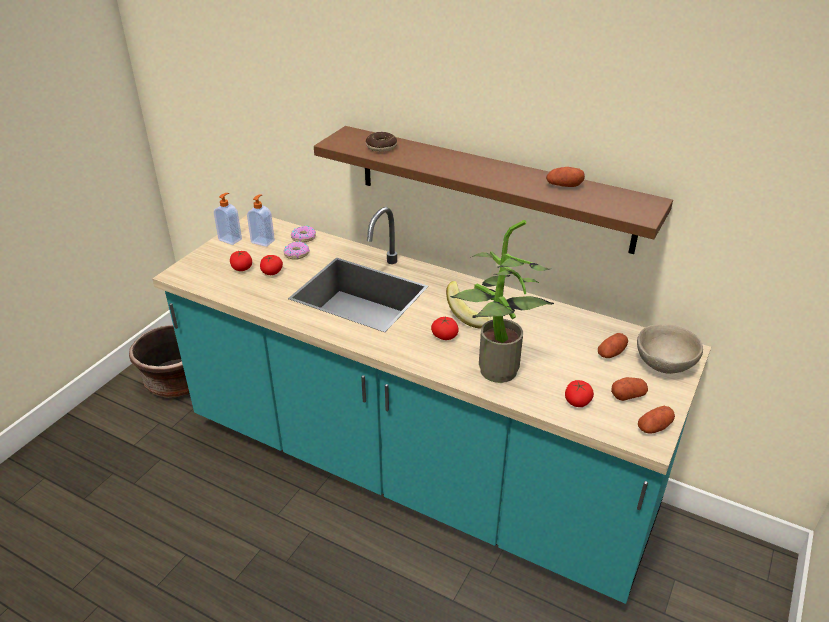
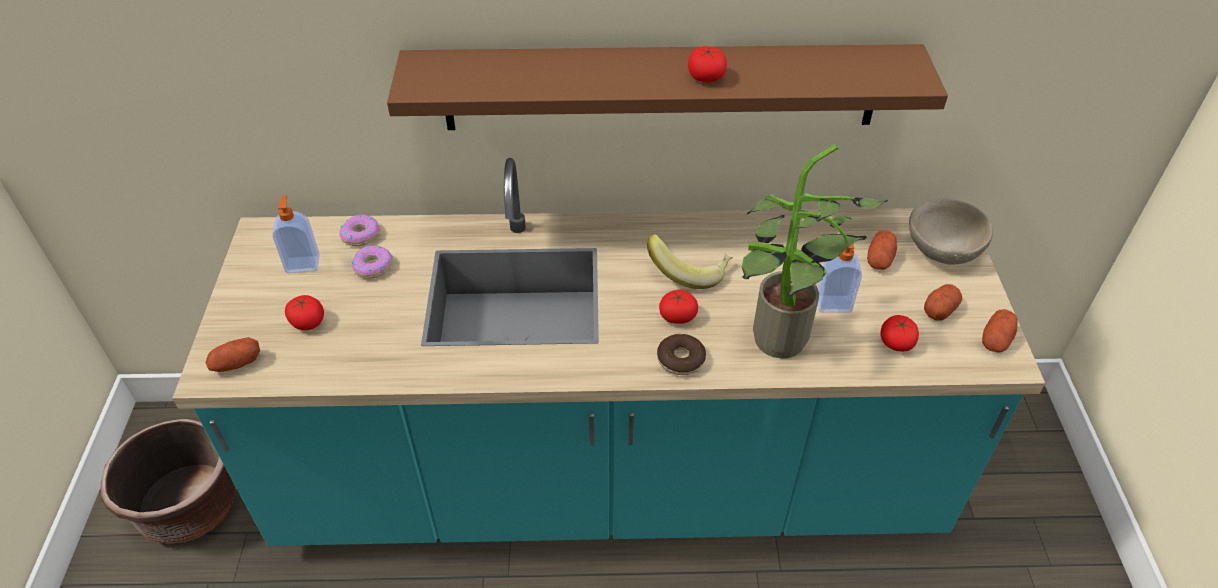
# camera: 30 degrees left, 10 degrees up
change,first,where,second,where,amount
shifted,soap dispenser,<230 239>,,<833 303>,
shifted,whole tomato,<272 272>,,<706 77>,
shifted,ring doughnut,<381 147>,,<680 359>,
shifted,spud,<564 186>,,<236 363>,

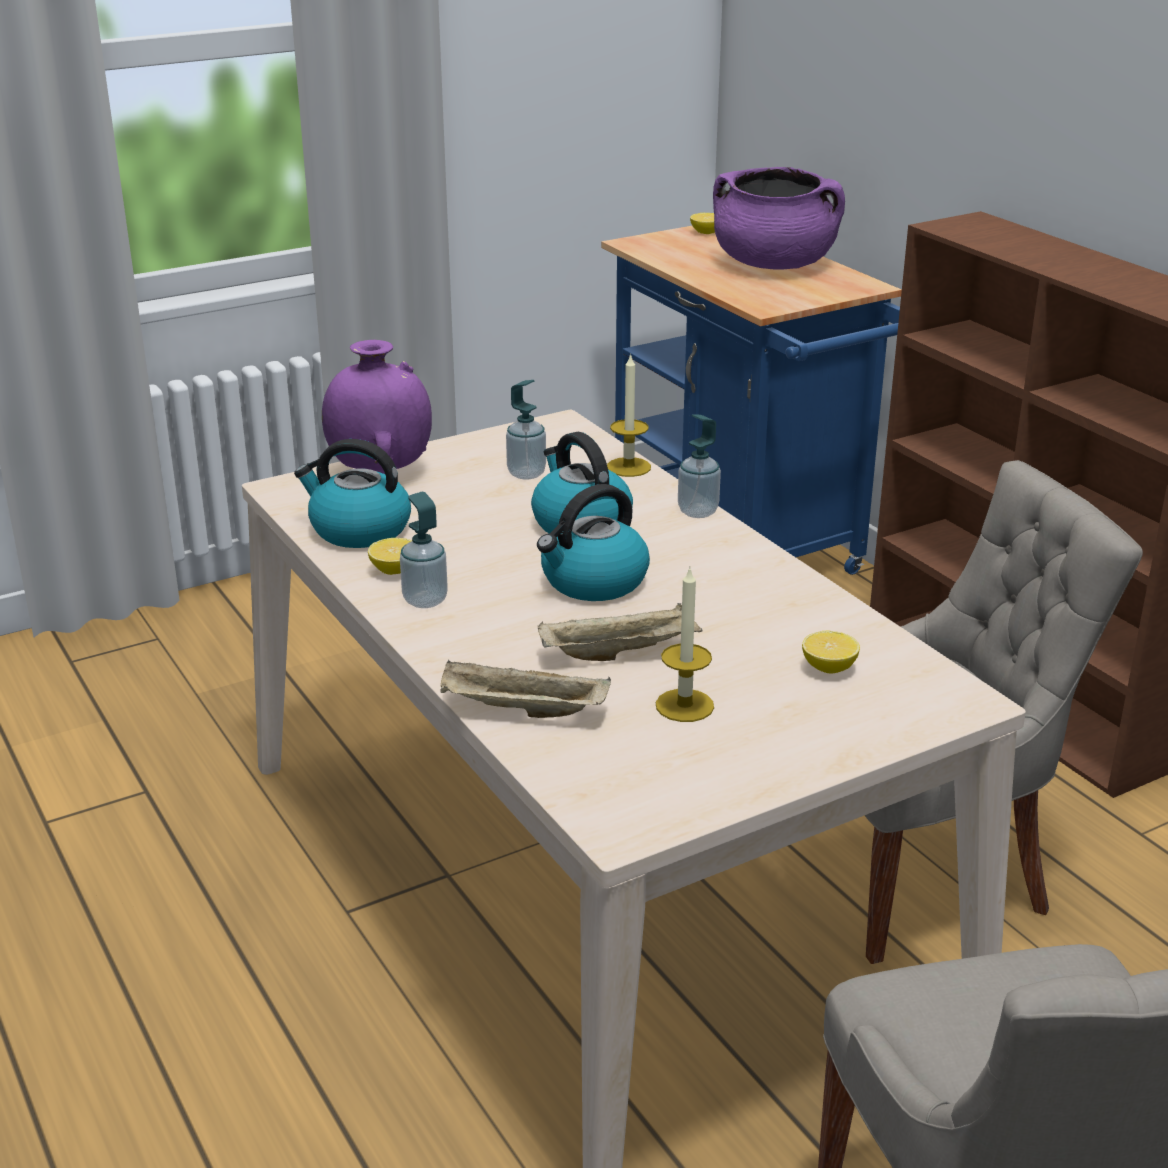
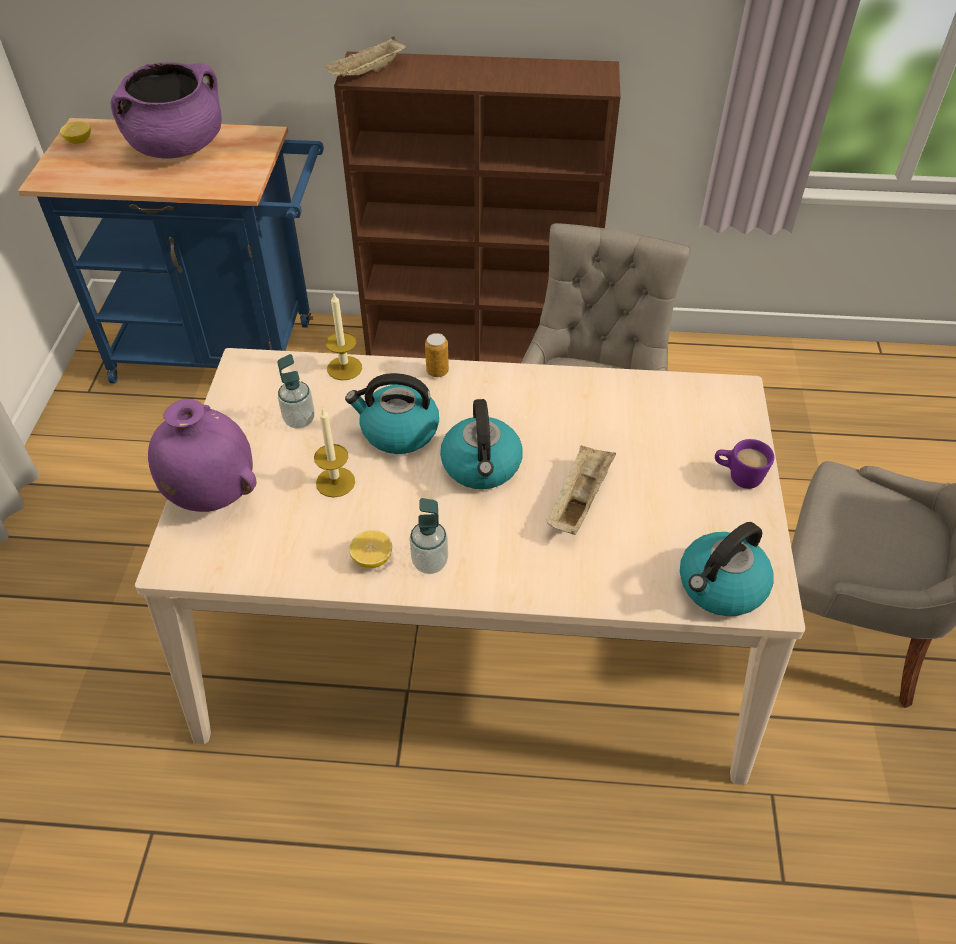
# camera: 55 degrees left, 20 degrees up
change,first,where,second,where,amount
gone,citrus fruit,<828 668>,,,
new,,,tea mug (purplish),<737 477>,
shifted,kettle,<358 530>,,<720 587>,
shifted,serving tray (sand-coloured),<521 711>,,<367 74>,
shifted,candle,<684 705>,,<335 482>,
swapped,soap dispenser,<698 511>,can,<437 371>,

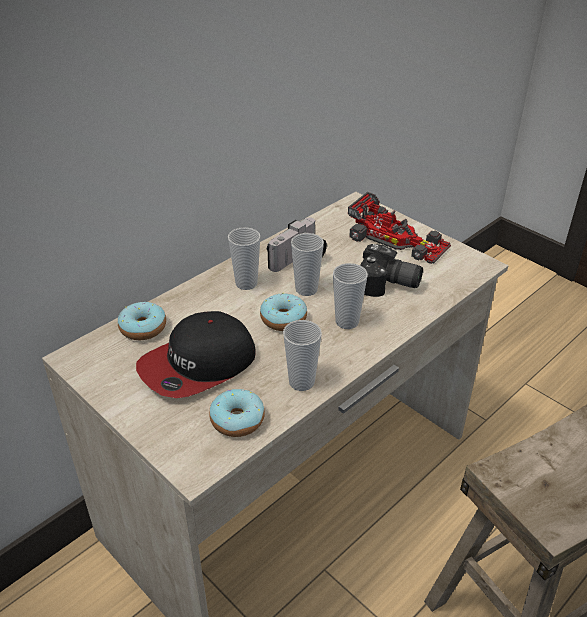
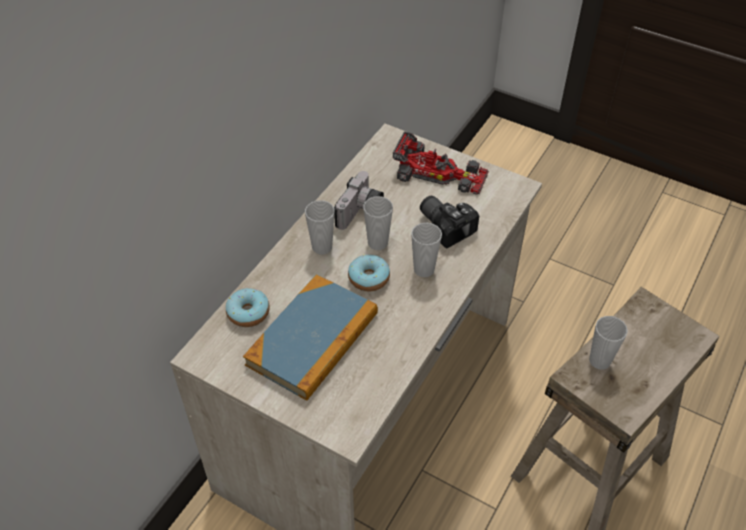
# camera: 15 degrees left, 10 degrees up
change,first,where,second,where,amount
gone,ring doughnut,<237 420>,,,
shifted,cup,<301 382>,,<599 361>,
swapped,cap,<198 365>,bound book,<313 339>,
rotated,still camera,<388 285>,,<447 225>,135 degrees counterclockwise

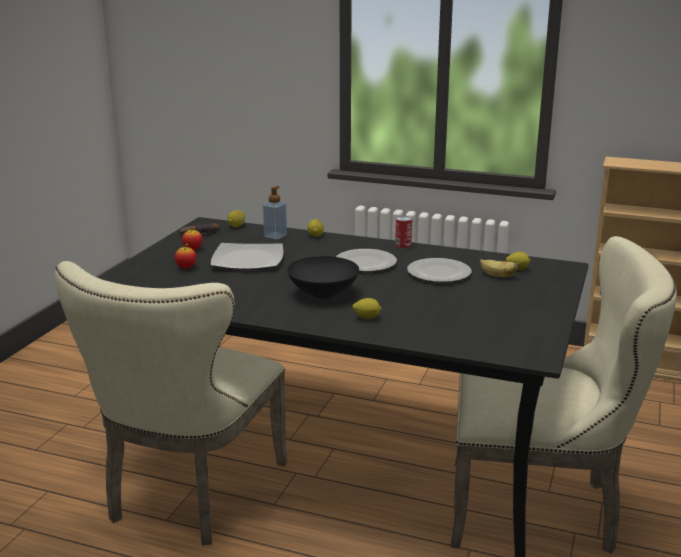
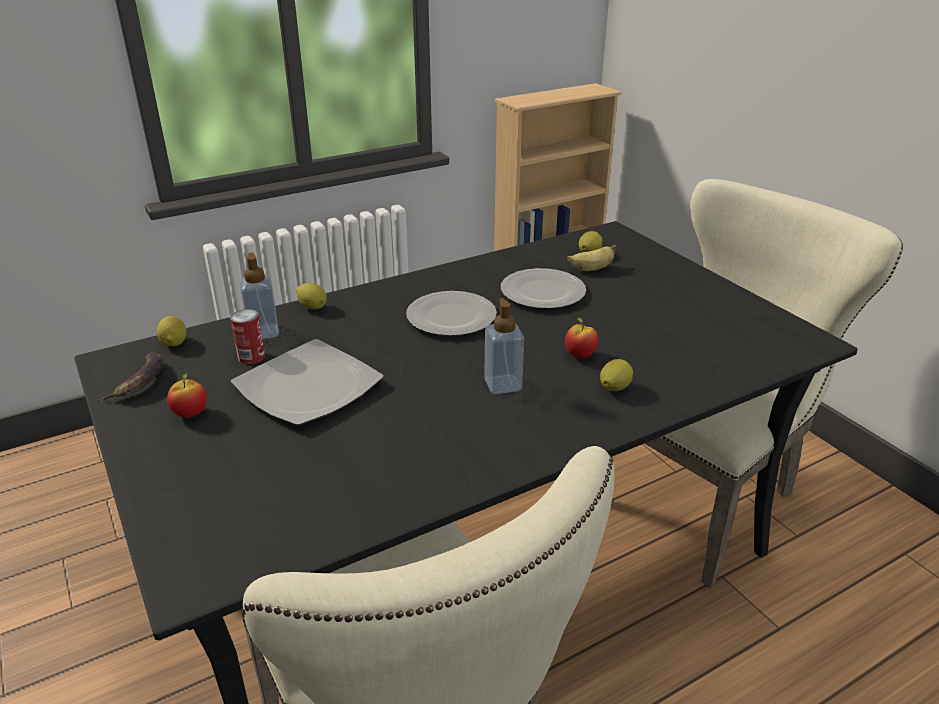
# camera: 50 degrees left, 10 degrees up
change,first,where,second,where,amount
shifted,whole apple,<186 267>,,<580 355>,
shifted,can,<403 245>,,<251 356>,
swapped,serving bowl (black-coloured),<322 294>,soap dispenser,<503 384>,

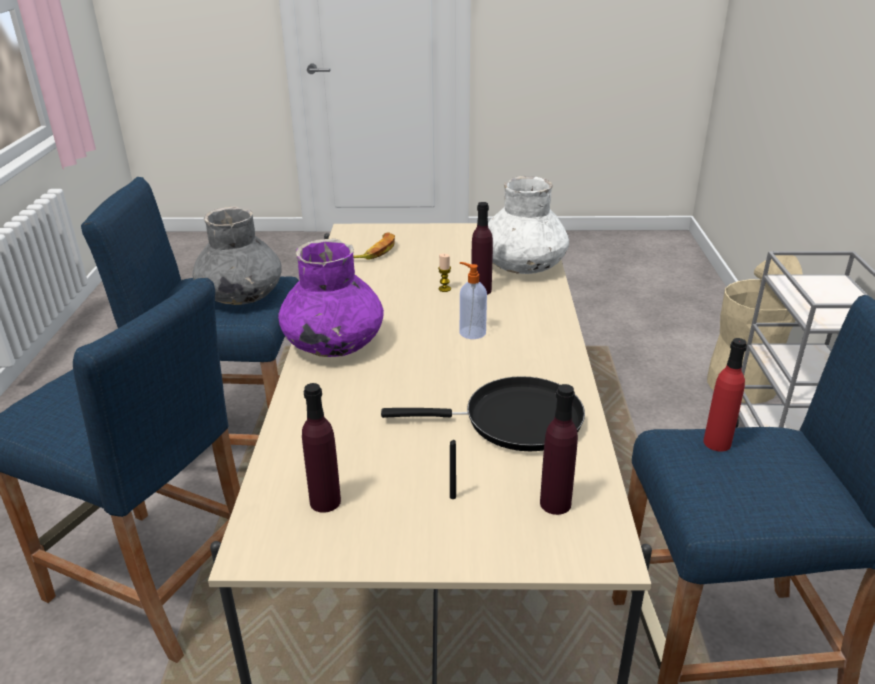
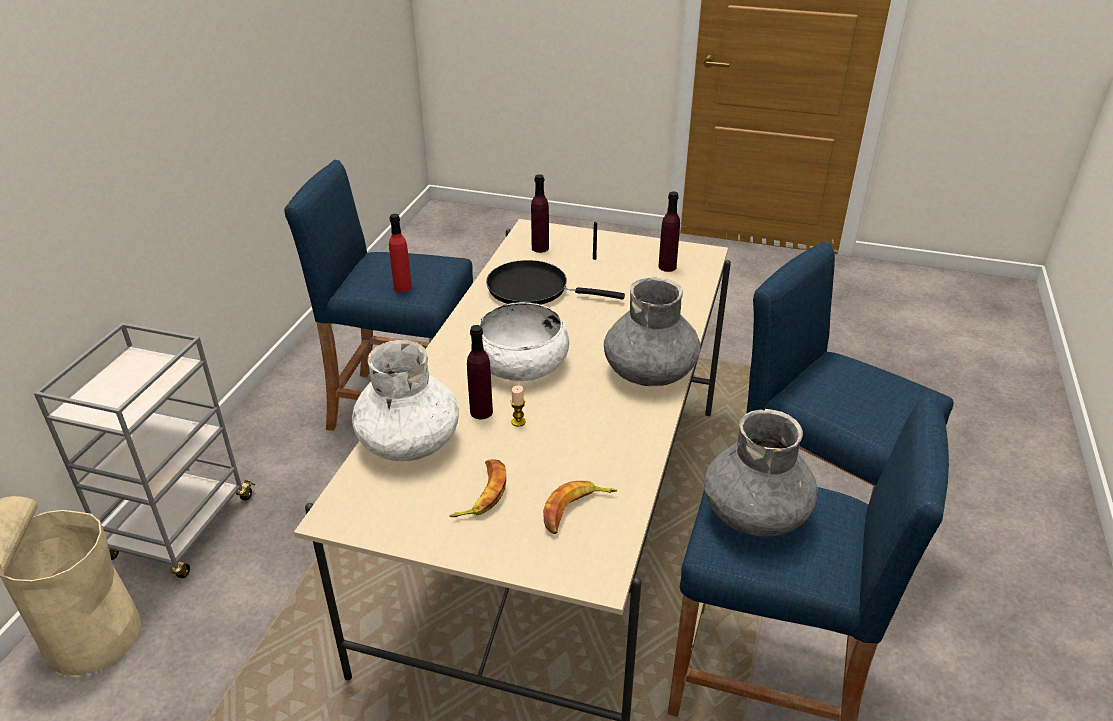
# camera: 165 degrees left, 5 degrees up
change,first,where,second,where,amount
new,,,whole banana,<482 493>,
swapped,soap dispenser,<471 332>,serving bowl (whitish),<521 362>,
repainted,decorative vase (purplish),<333 343>,decorative vase (gray),<650 372>,

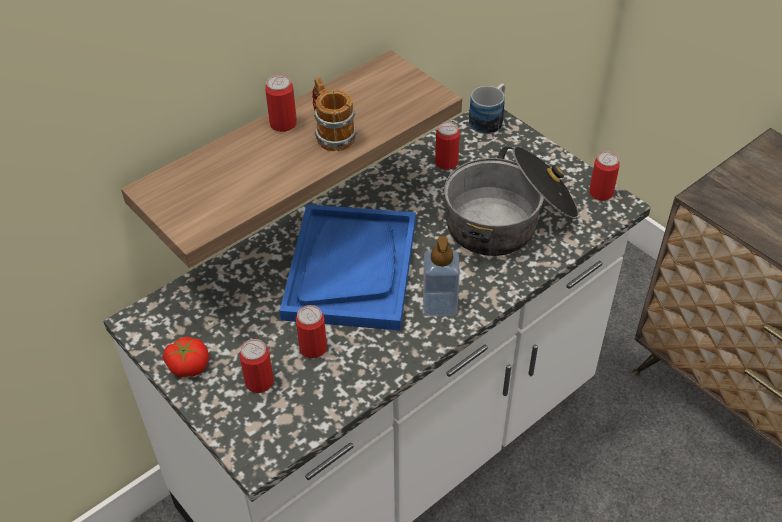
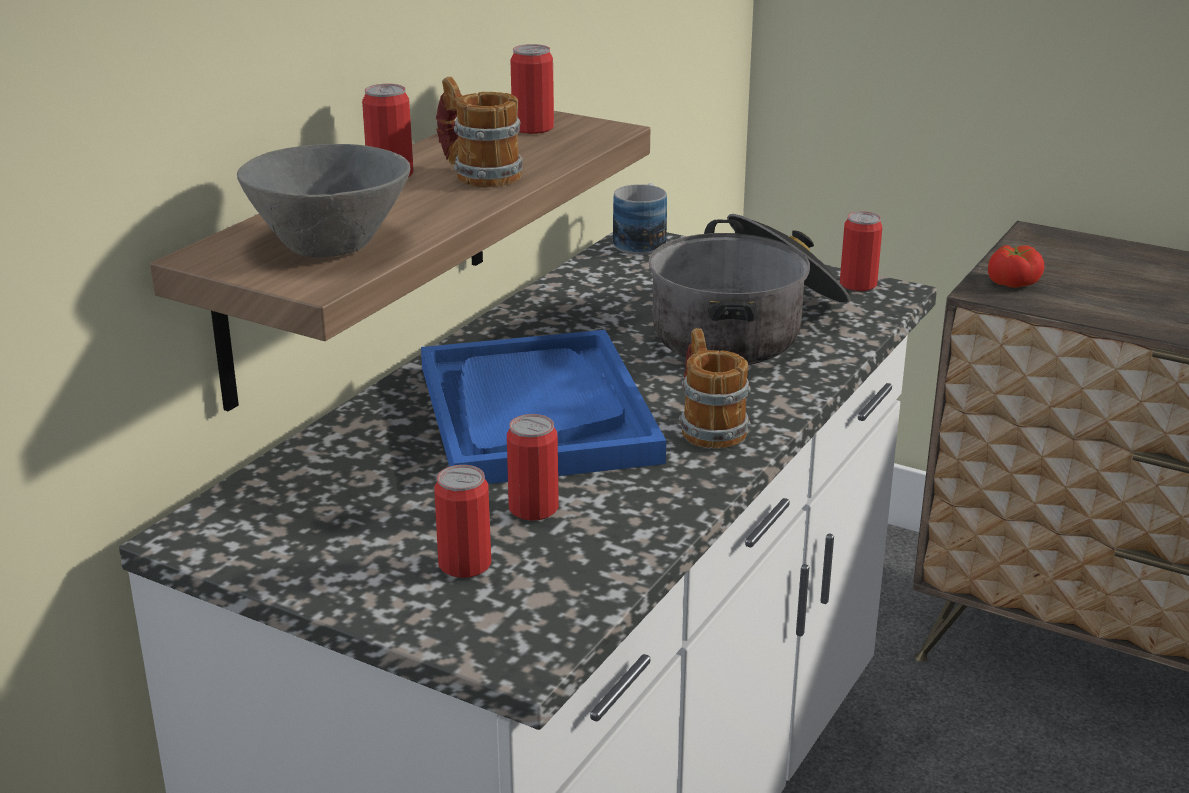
# camera: 20 degrees left, 20 degrees down
change,first,where,second,where,amount
new,,,serving bowl (gray),<335 243>,
shifted,whole tomato,<188 365>,,<1012 282>,
shifted,can,<446 162>,,<533 128>,
swapped,soap dispenser,<439 304>,tea mug,<708 426>,

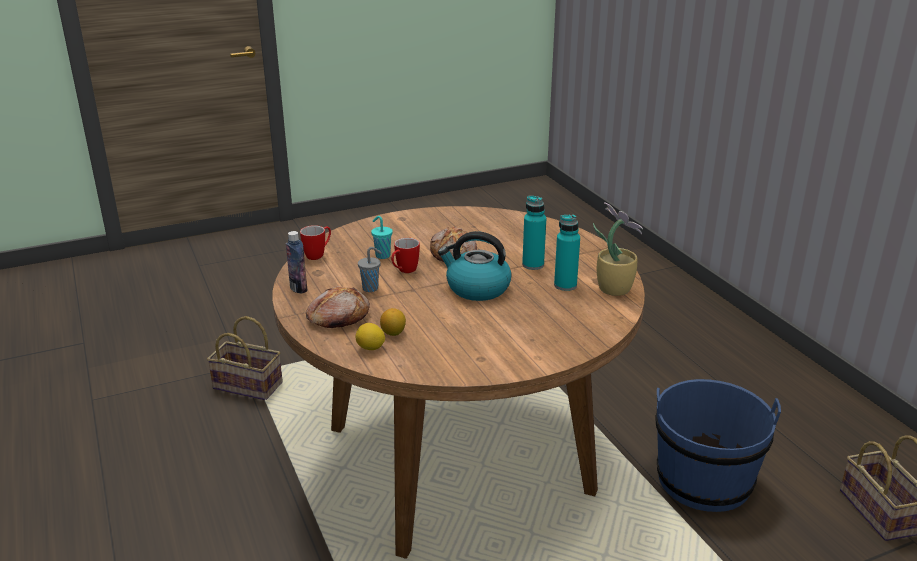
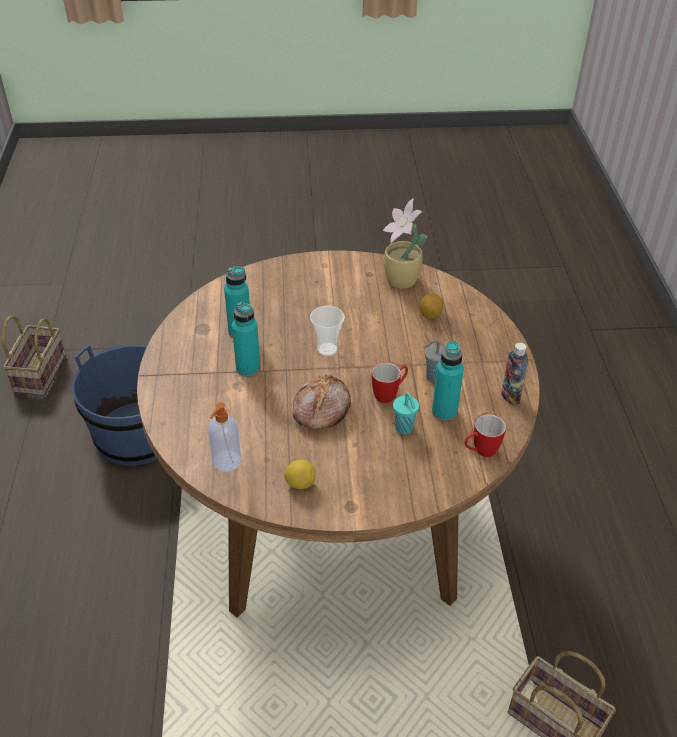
# camera: 160 degrees left, 15 degrees up
change,first,where,second,where,amount
gone,bread,<338 317>,,,
new,,,soap dispenser,<226 462>,
new,,,drink bottle (turquoise-coloured),<444 411>,
shifted,citrus fruit,<370 348>,,<300 483>,
shifted,houseplant,<613 288>,,<401 281>,
swapped,kettle,<477 288>,cup,<327 349>,

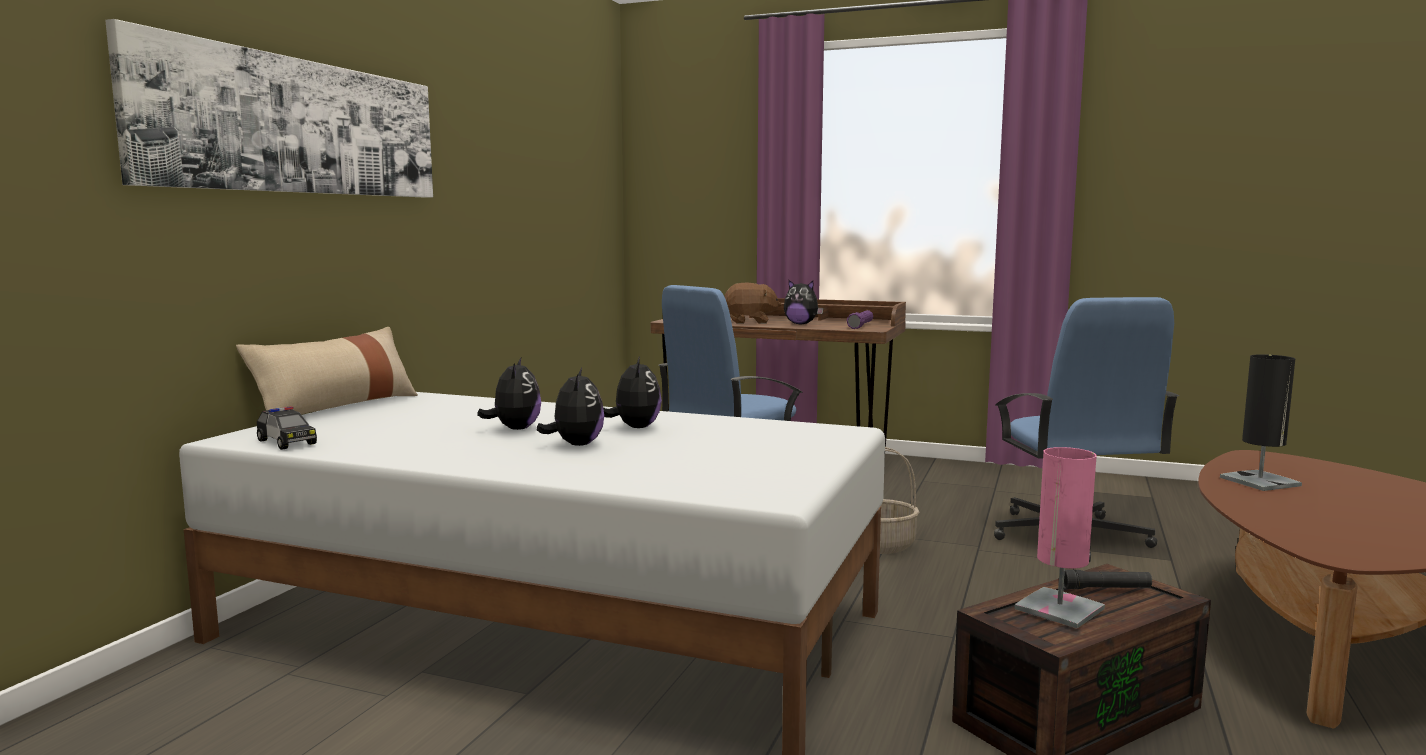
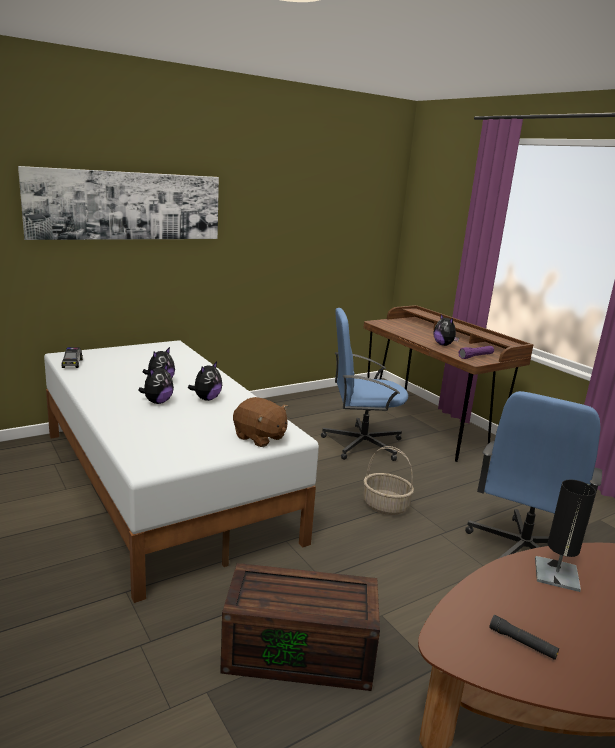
# camera: 35 degrees right, 10 degrees up
change,first,where,second,where,amount
gone,cushion (sand-coloured),<337 407>,,,
gone,tabletop lamp (pink),<1059 609>,,,
shifted,plush toy (brown-coloured),<750 322>,,<260 437>,
shifted,flashlight (black-coloured),<1106 588>,,<522 643>,

